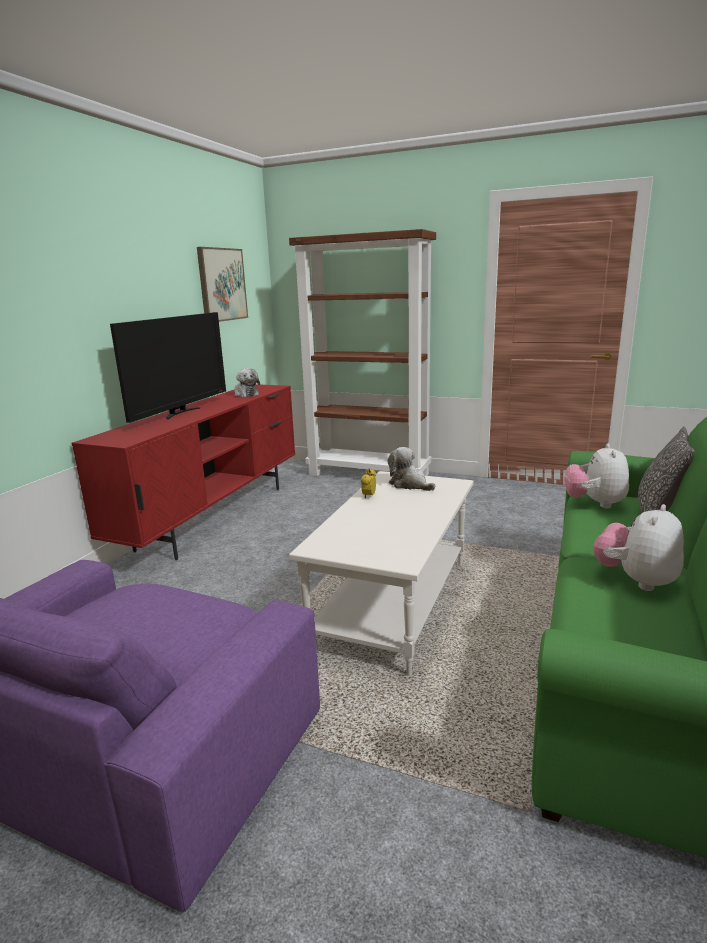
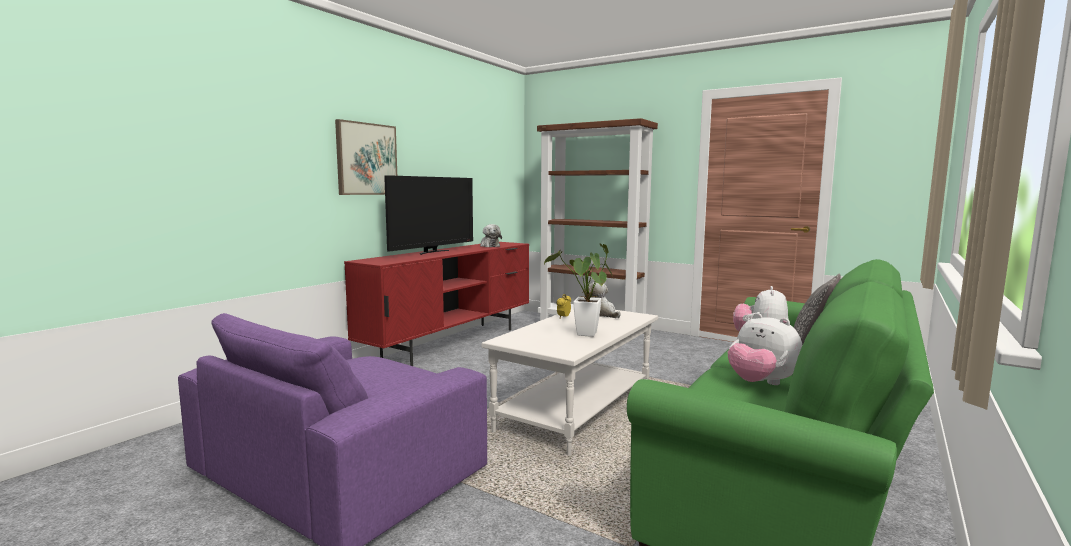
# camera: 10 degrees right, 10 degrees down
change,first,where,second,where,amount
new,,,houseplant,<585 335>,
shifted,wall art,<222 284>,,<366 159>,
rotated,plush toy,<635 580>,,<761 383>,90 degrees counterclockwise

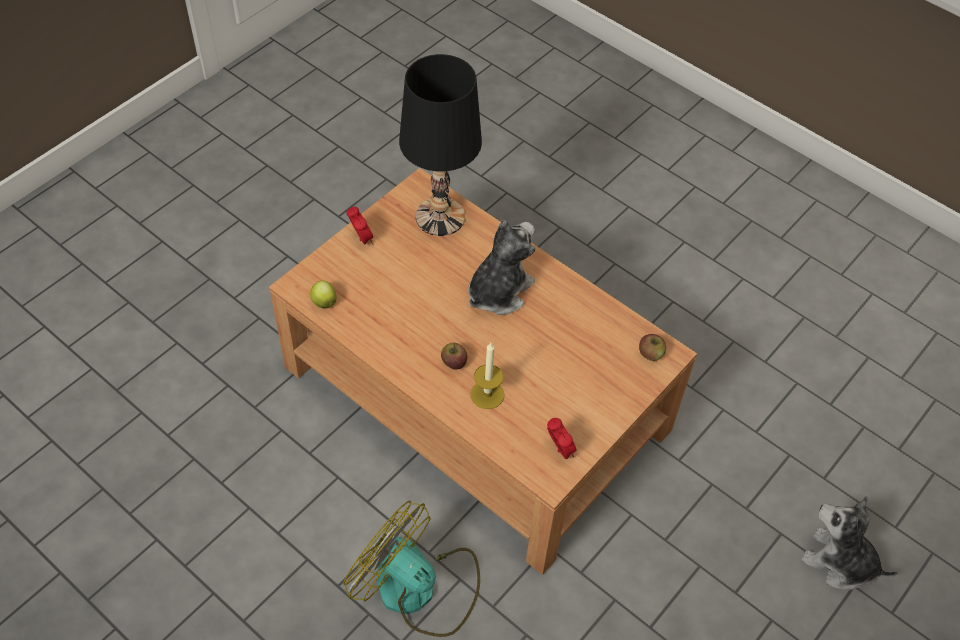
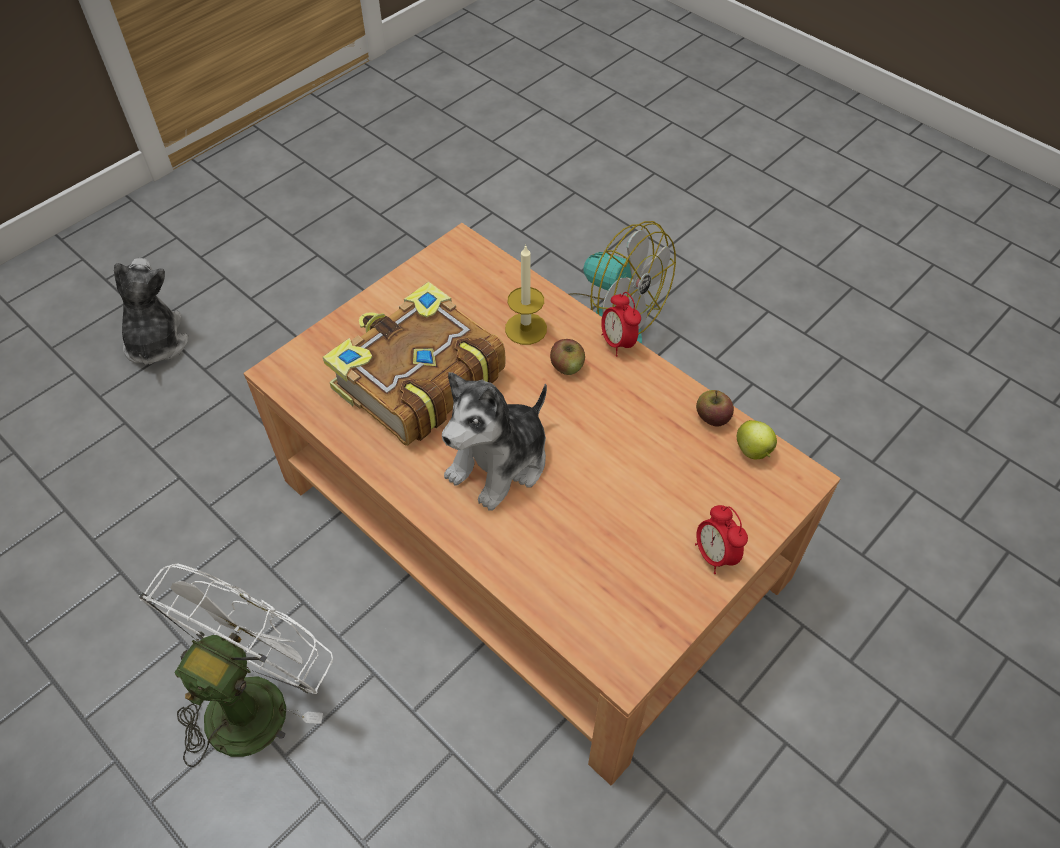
# camera: 175 degrees left, 0 degrees up
change,first,where,second,where,amount
gone,tabletop lamp (black-coloured),<439 217>,,,
new,,,electric fan (whitish),<254 697>,
new,,,bound book,<416 380>,
shifted,alarm clock,<559 450>,,<618 343>,
shifted,whole apple,<650 354>,,<712 417>,
rotated,plush toy,<839 562>,,<156 342>,135 degrees counterclockwise

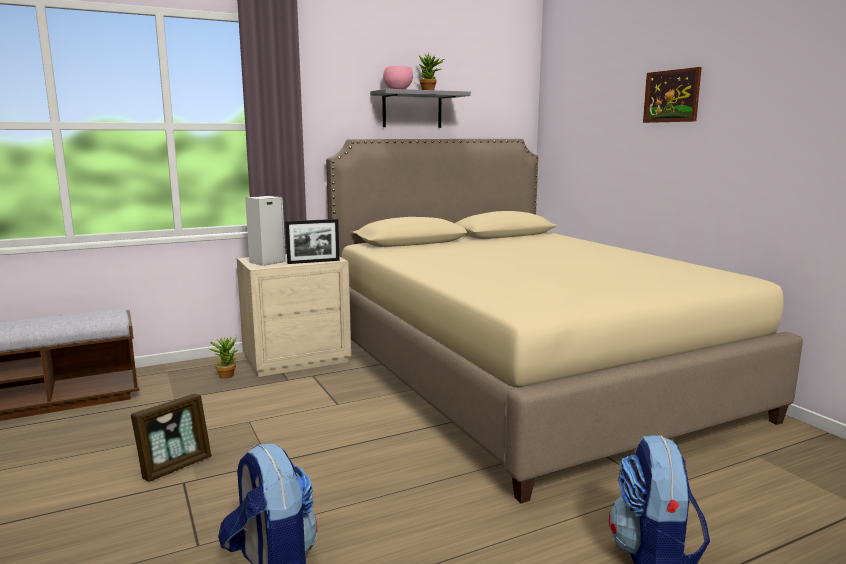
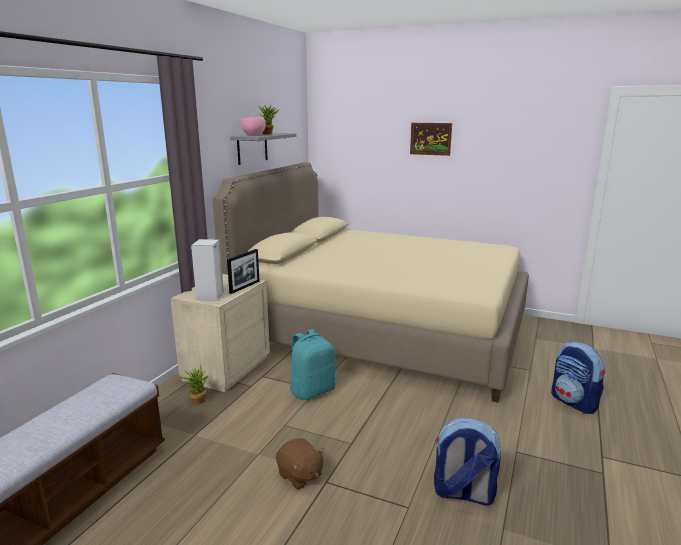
# camera: 40 degrees left, 5 degrees up
change,first,where,second,where,amount
new,,,backpack (turquoise-coloured),<312 391>,
swapped,picture frame,<176 466>,plush toy (brown-coloured),<300 476>,

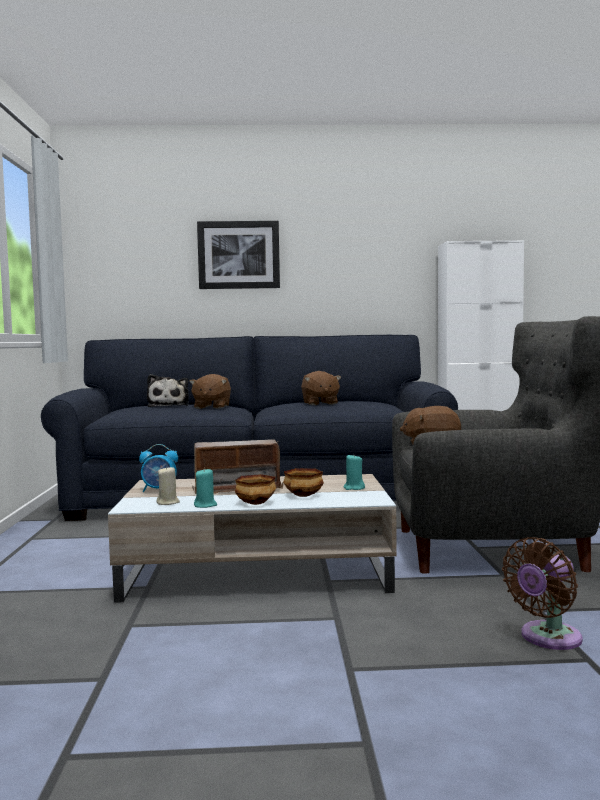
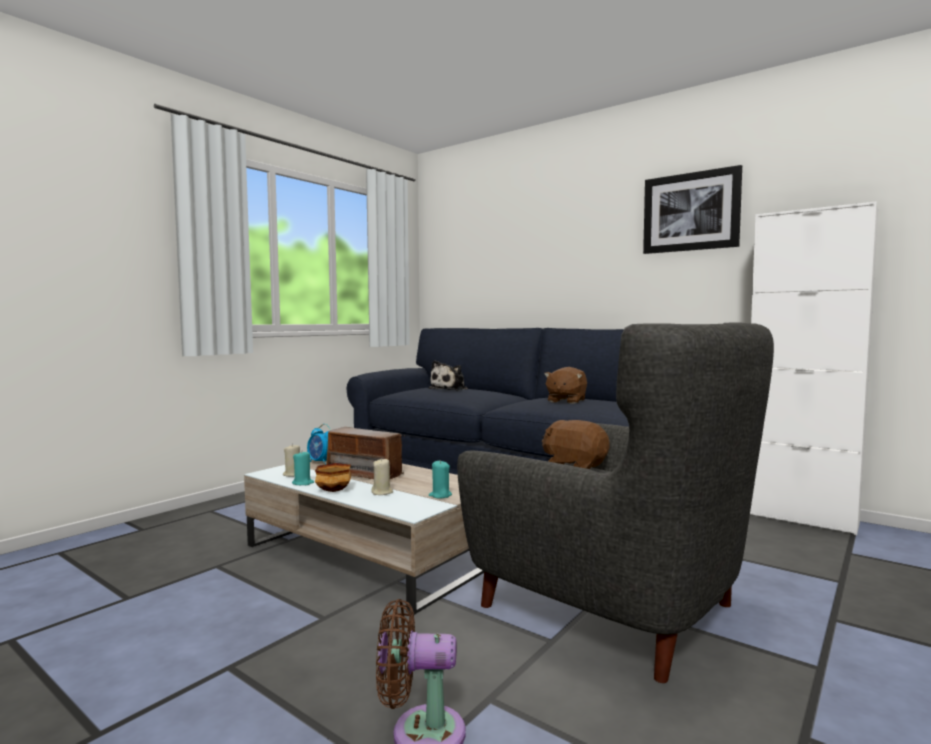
# camera: 40 degrees right, 0 degrees up
change,first,where,second,where,amount
gone,plush toy (brown-coloured),<211 407>,,,
shifted,wall art,<238 255>,,<691 212>,
swapped,serving bowl,<303 495>,candle (sand-coloured),<382 492>,

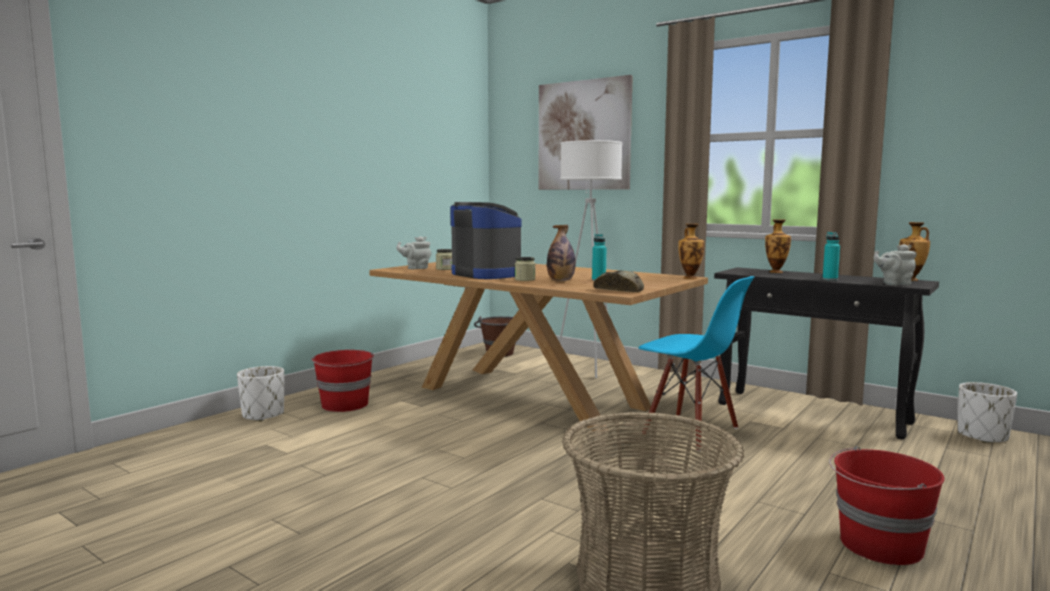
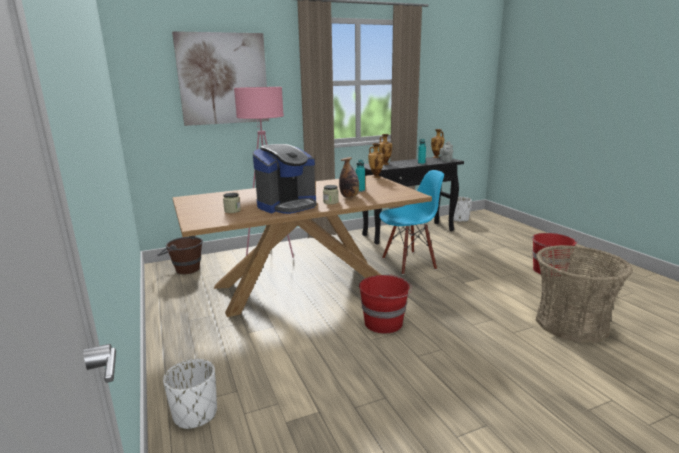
# camera: 60 degrees left, 10 degrees up
change,first,where,second,where,amount
gone,teapot (gray),<416 268>,,,
gone,bread,<619 290>,,,
shifted,pail (red),<345 405>,,<384 323>,
repainted,floor lamp (whitish),<588 368>,floor lamp (pink),<270 254>,
rotated,coffee machine,<488 274>,,<287 205>,150 degrees clockwise

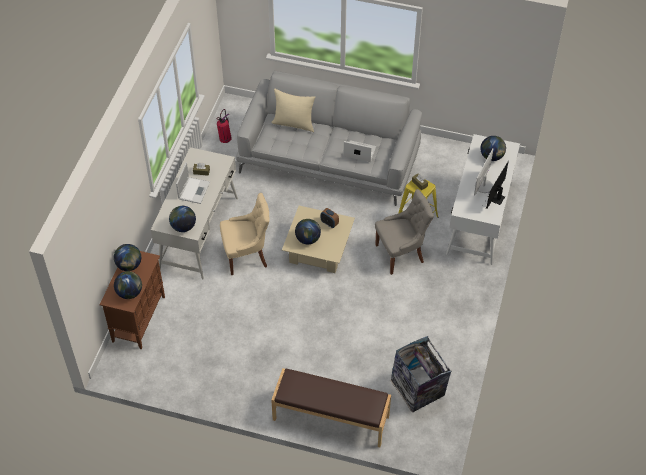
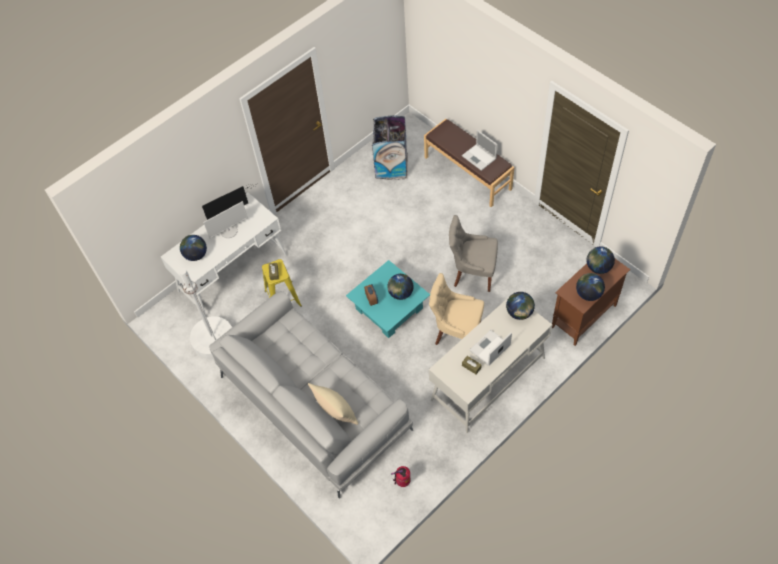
# camera: 145 degrees left, 5 degrees up
change,first,where,second,where,amount
new,,,floor lamp (whitish),<213 340>,
shifted,portable computer,<359 152>,,<479 157>,
shifted,upright chair (gray),<401 254>,,<472 273>,
repainted,low table (sand-coloured),<318 249>,low table (turquoise-coloured),<389 309>,

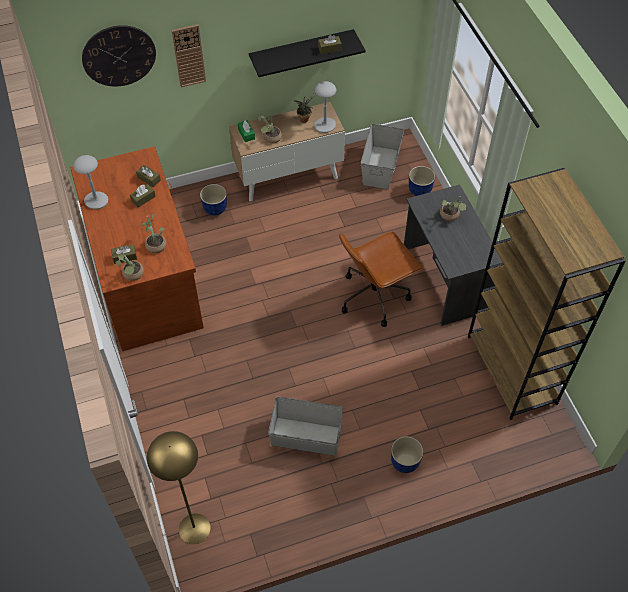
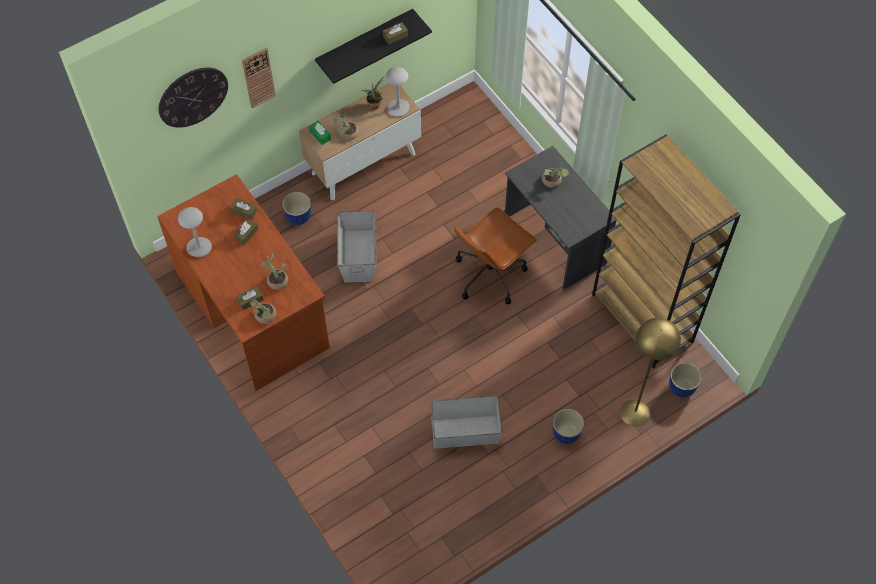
# camera: 15 degrees left, 5 degrees up
change,first,where,second,where,amount
shifted,floor lamp (yellow),<194 528>,,<634 413>,
shifted,storage container (gray),<381 167>,,<359 255>,
shifted,flower pot,<419 191>,,<681 388>,

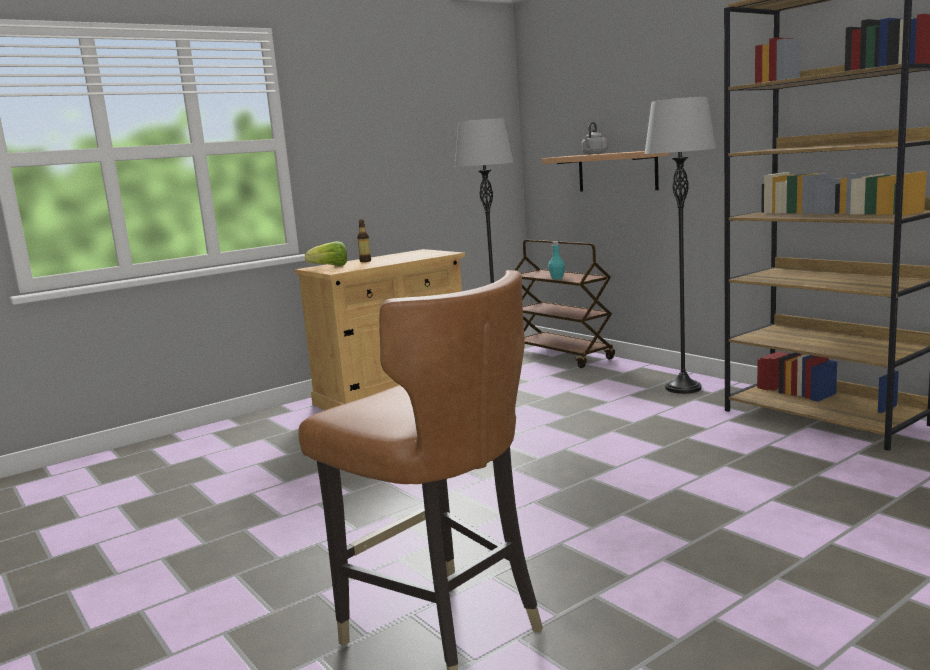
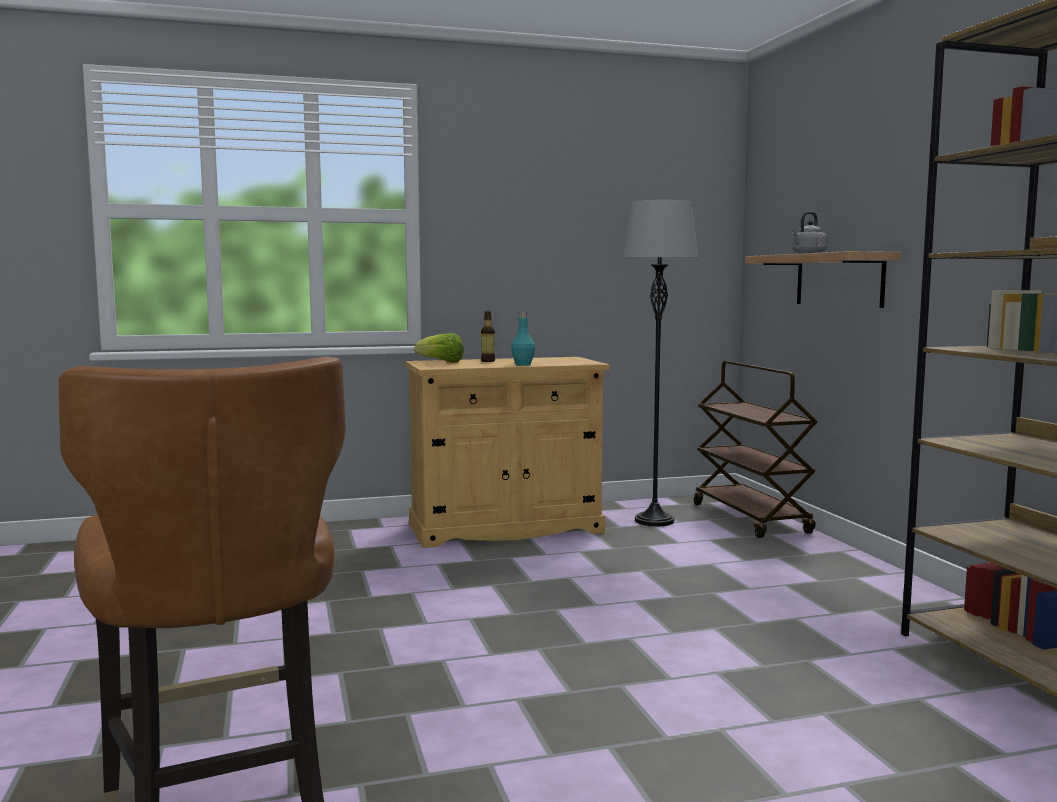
# camera: 20 degrees right, 5 degrees down
change,first,where,second,where,amount
gone,floor lamp (gray),<683 388>,,,
shifted,drink bottle (turquoise-coloured),<557 278>,,<523 365>,

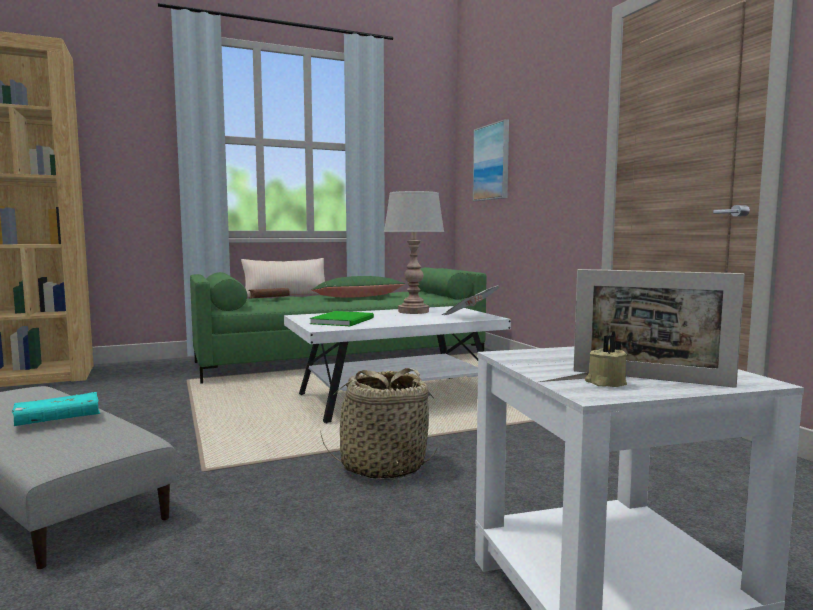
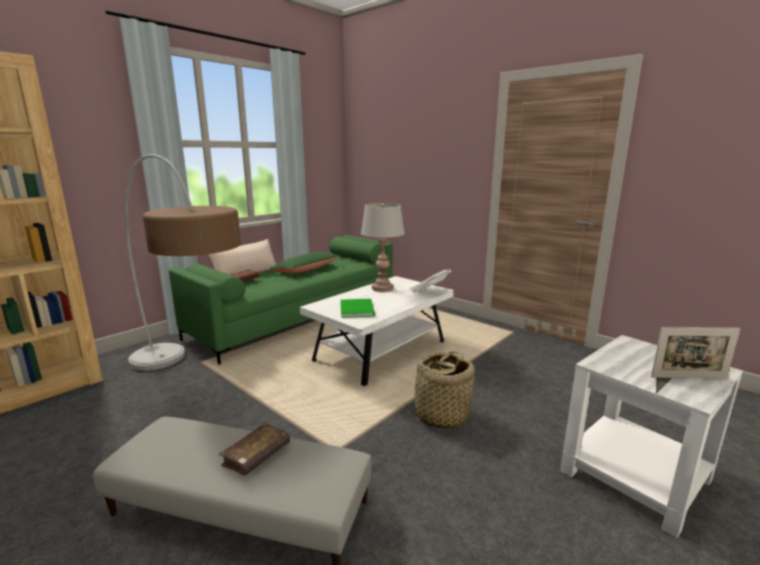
# camera: 25 degrees left, 10 degrees up
change,first,where,second,where,amount
gone,wall art,<492 162>,,,
gone,candle (sand-coloured),<605 383>,,,
new,,,floor lamp,<189 382>,
repainted,bound book (turquoise-coloured),<58 420>,bound book (brown-coloured),<256 456>,

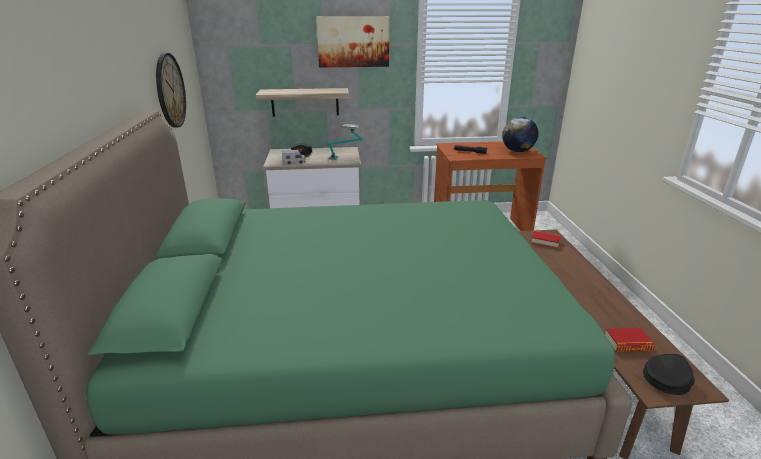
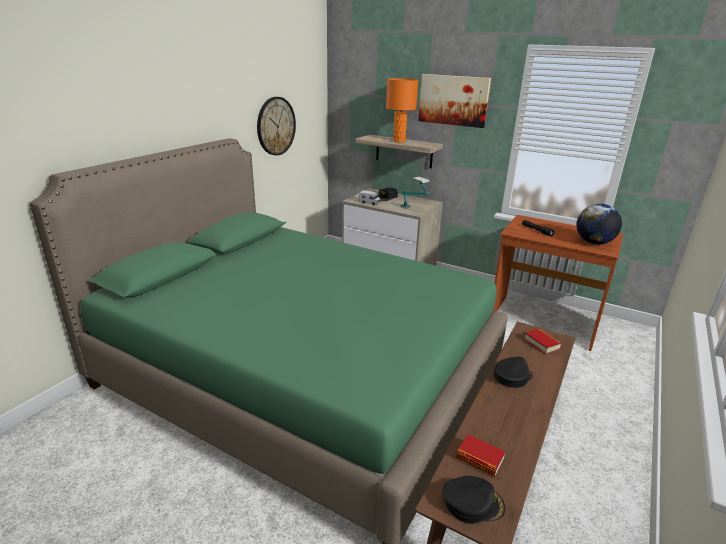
# camera: 35 degrees right, 0 degrees up
change,first,where,second,where,amount
new,,,tabletop lamp (orange-coloured),<399 141>,
new,,,cap (black-coloured),<512 375>,

